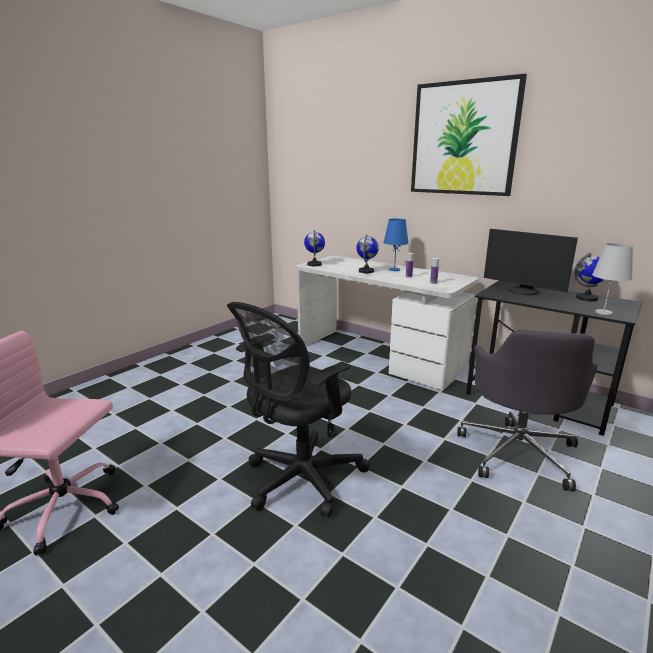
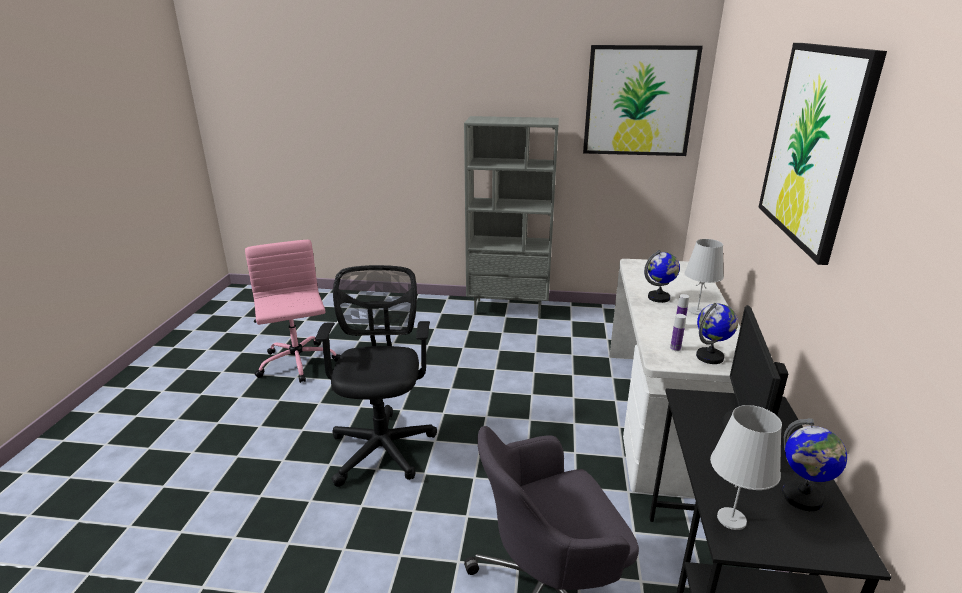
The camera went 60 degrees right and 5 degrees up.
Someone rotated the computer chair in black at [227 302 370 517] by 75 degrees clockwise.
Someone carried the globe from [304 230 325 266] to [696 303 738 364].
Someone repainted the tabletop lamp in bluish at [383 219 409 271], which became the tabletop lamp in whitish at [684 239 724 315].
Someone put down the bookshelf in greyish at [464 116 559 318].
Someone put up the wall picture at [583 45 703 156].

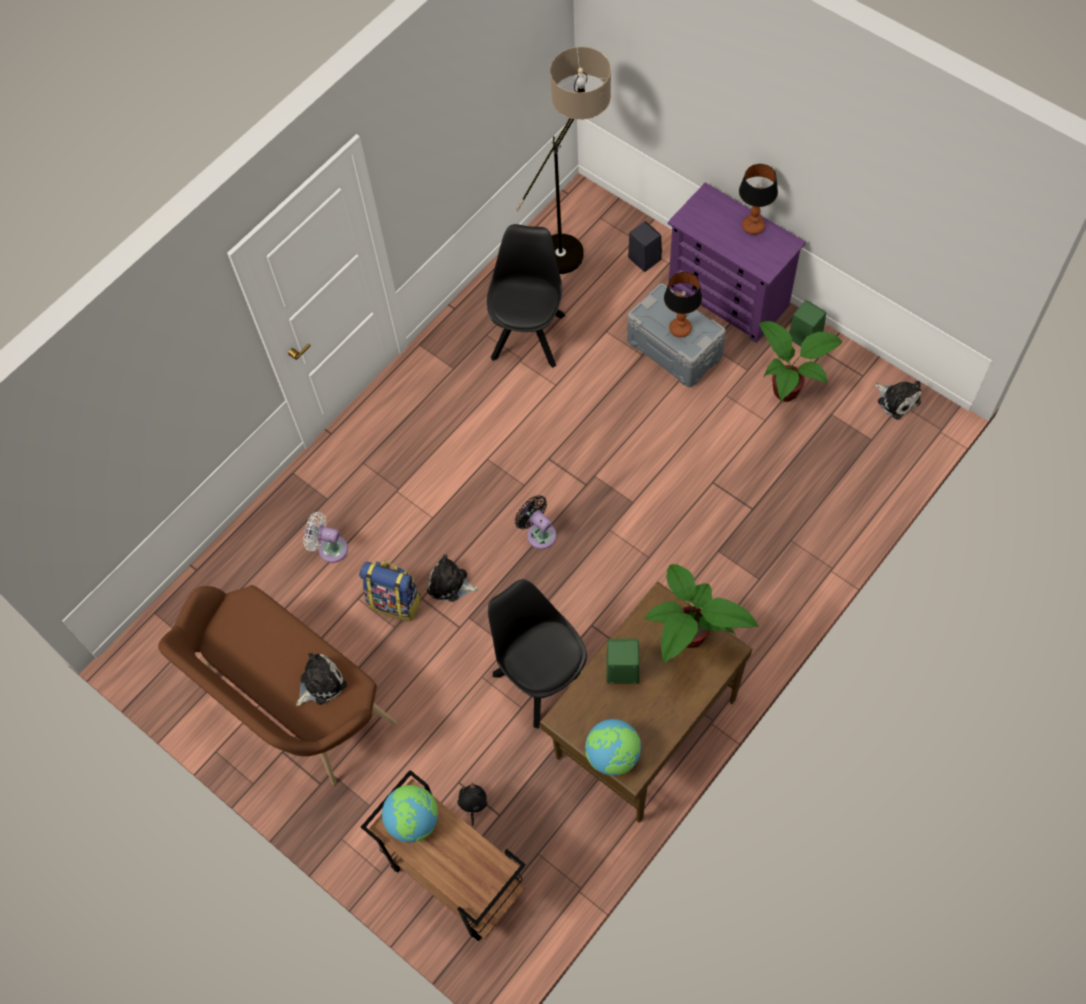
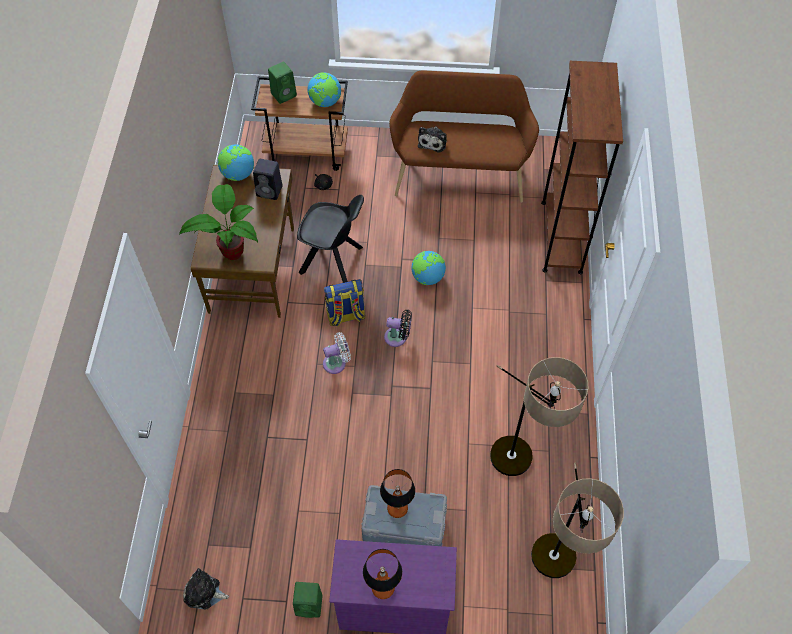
The camera went 140 degrees right and 5 degrees down.
Someone carried the cooling fan in whitish from [303 512 348 563] to [323 332 351 374].
Someone carried the rucksack from [359 561 422 621] to [324 279 366 327].
Someone swapped the soft toy at [427 554 479 602] for the globe at [412 251 446 285].
Someone swapped the upright chair in black at [487 224 565 368] for the floor lamp at [490 357 589 476].
Someone carried the speaker in green from [607 638 639 684] to [268 62 297 104].
Someone carried the speaker in black from [628 221 662 272] to [253 159 282 200].
Someone took away the houseplant at [759 321 842 402].
Someone put down the bookshelf in brownish at [541 61 623 274].

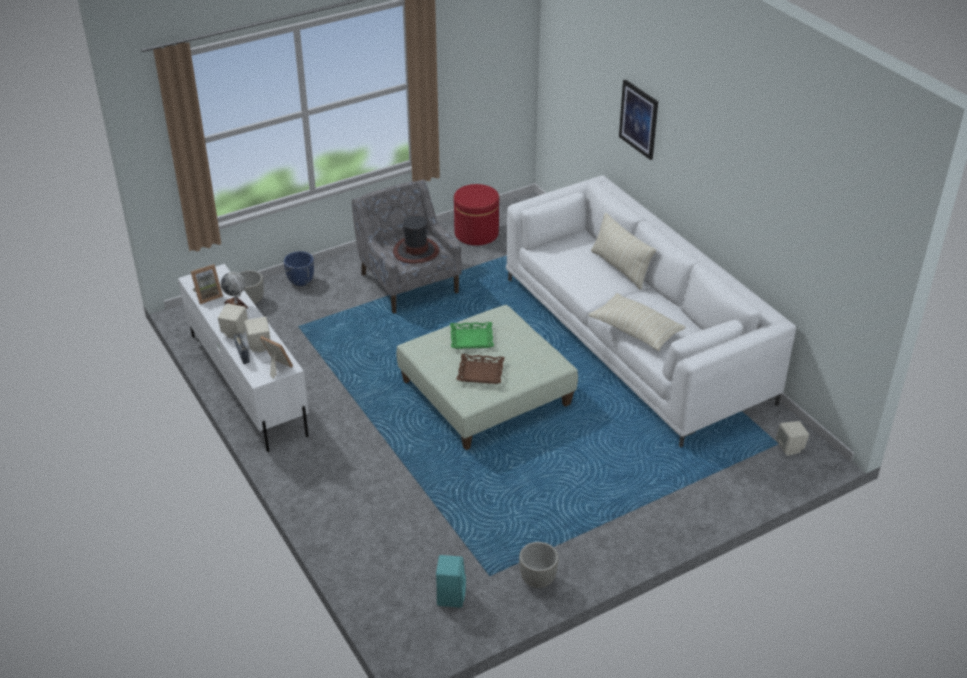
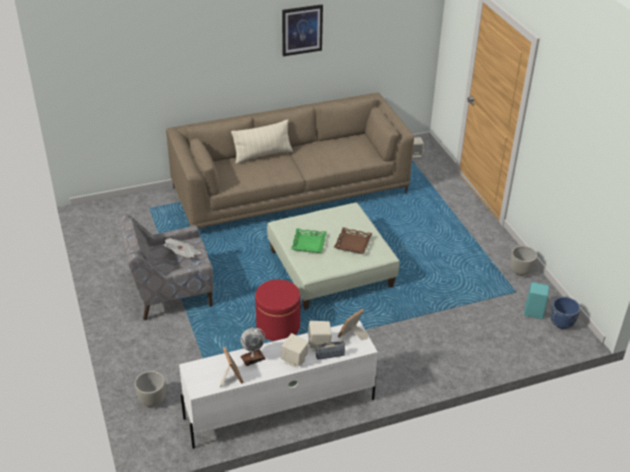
The camera went 80 degrees left and 0 degrees up.
Someone carried the flower pot in bluish from [284 251 314 286] to [551 297 580 329].
Someone swapped the clothing hat at [393 216 439 264] for the daily paper at [164 238 201 258].
Someone carried the pouffe in red-coloured from [454 184 499 246] to [255 279 301 341].
Someone repainted the settee in whitish at [506 175 796 447], which became the settee in brownish at [166 92 414 229].
Someone took away the cushion in beige at [588 293 686 351].
Someone carried the wall picture from [619 79 658 160] to [282 4 323 56].

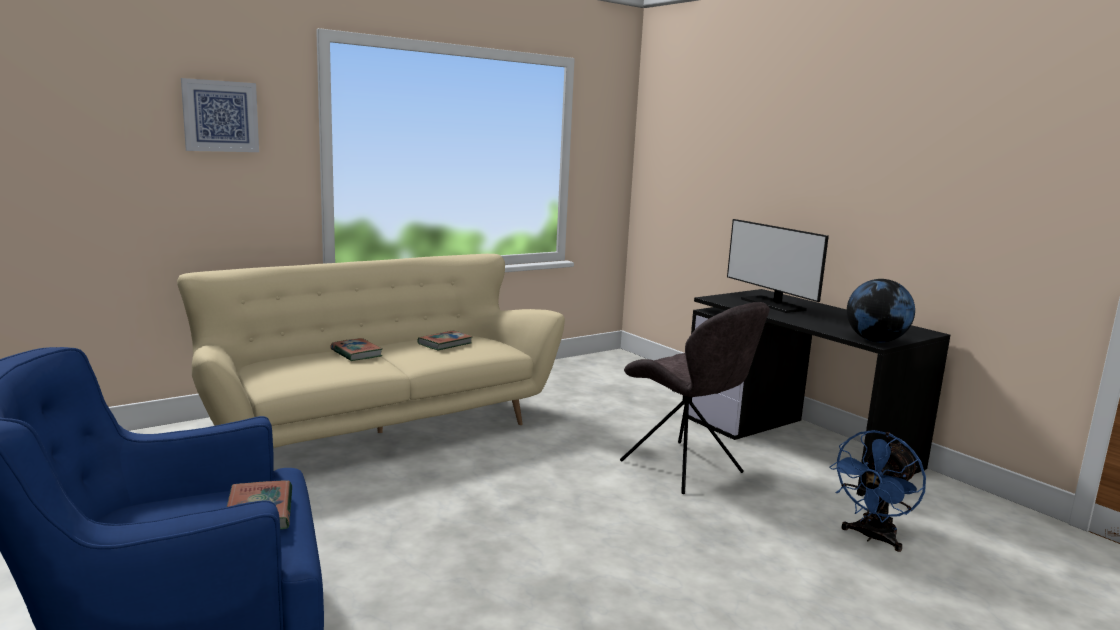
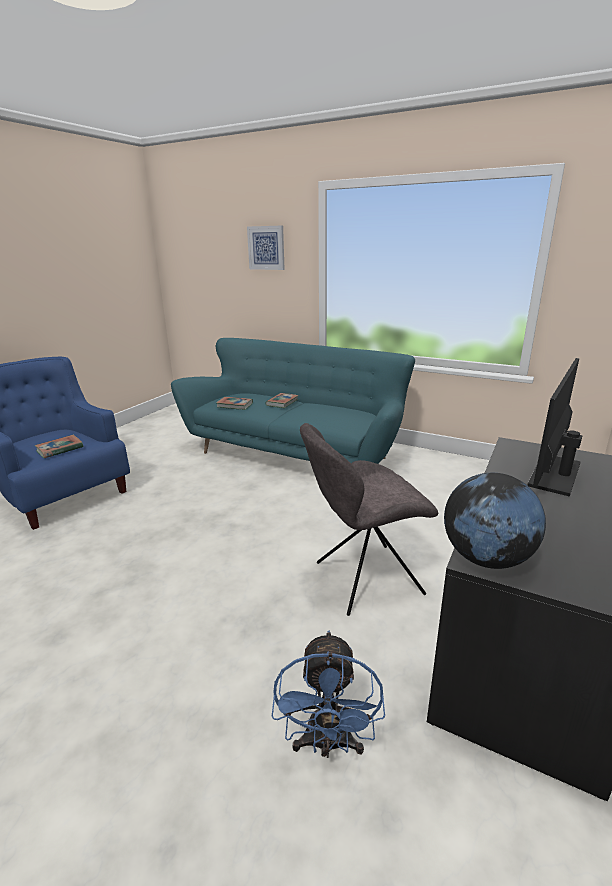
The camera went 65 degrees right and 10 degrees up.
Someone repainted the settee in beige at [177 254 565 448], which became the settee in turquoise-coloured at [171 338 415 464].
Someone carried the volume from [417 330 473 351] to [216 397 253 410].
Someone rotated the upright chair in greyish at [620 302 770 494] by 45 degrees clockwise.
Someone rotated the cooling fan in bluish at [829 430 926 552] by 105 degrees counterclockwise.

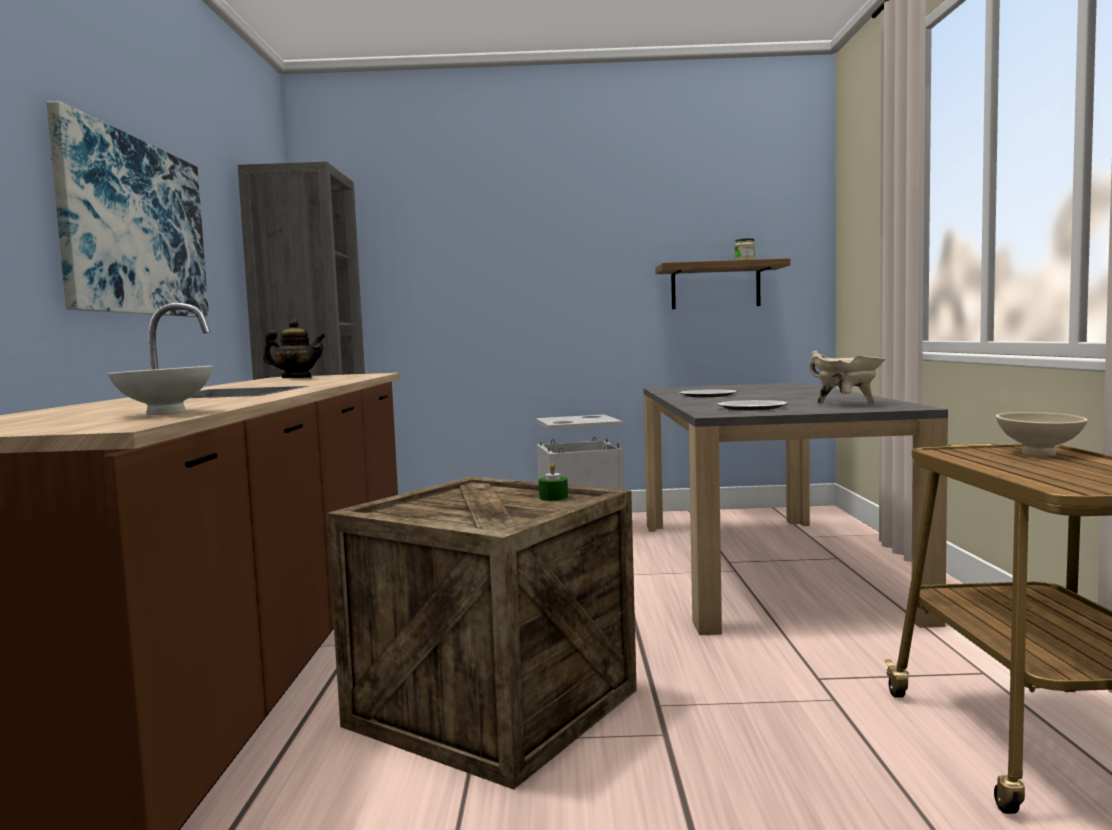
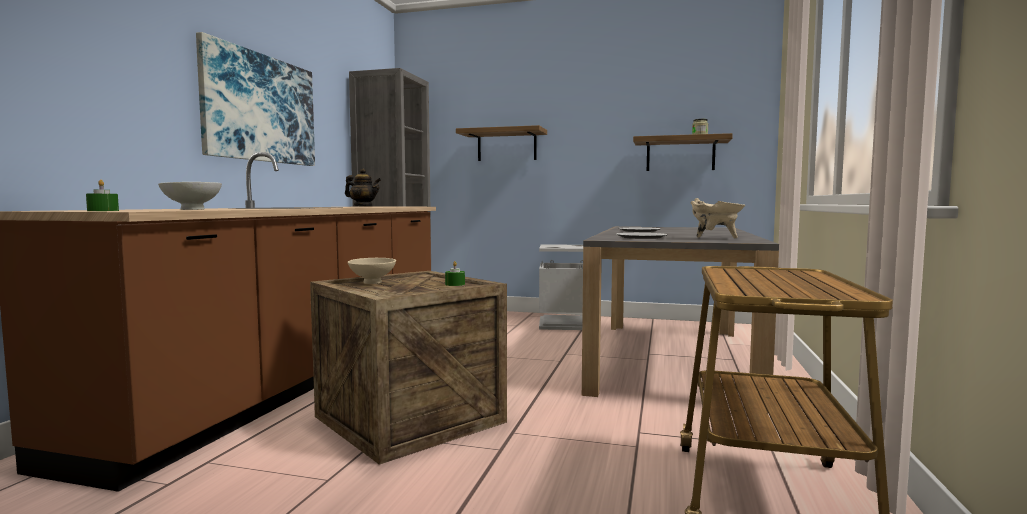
The camera went 15 degrees right and 0 degrees up.
Someone carried the deep dish in beige from [996 412 1088 456] to [348 258 396 284].
Someone put down the wax light in green at [86 180 119 211].
Someone put up the shelf at [456 125 547 161].

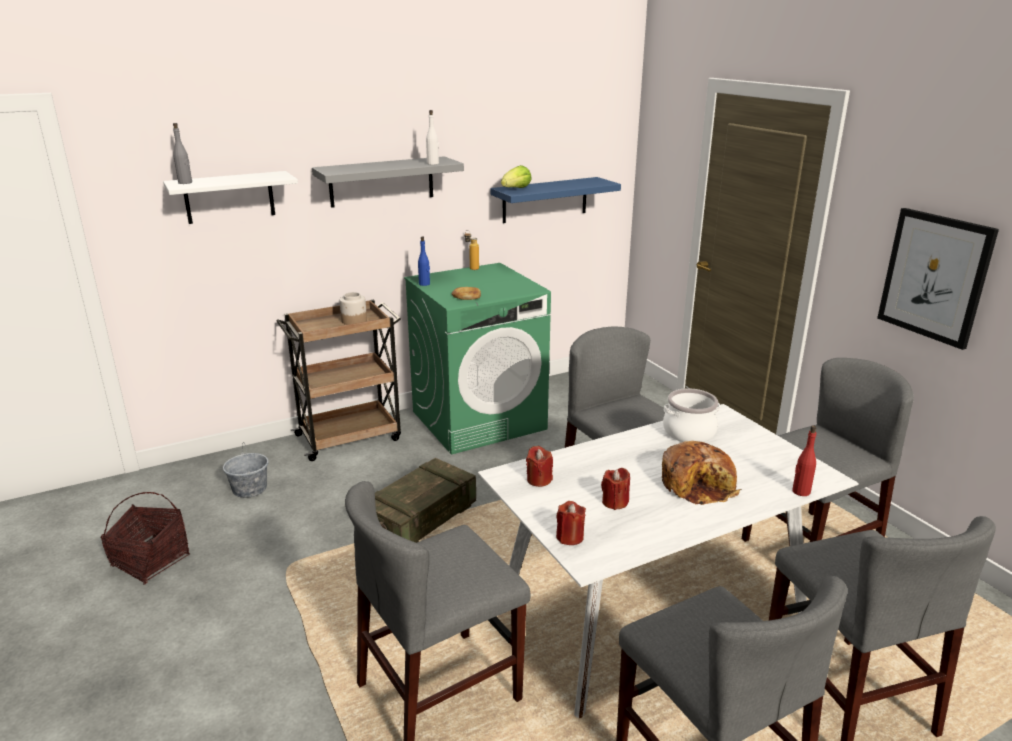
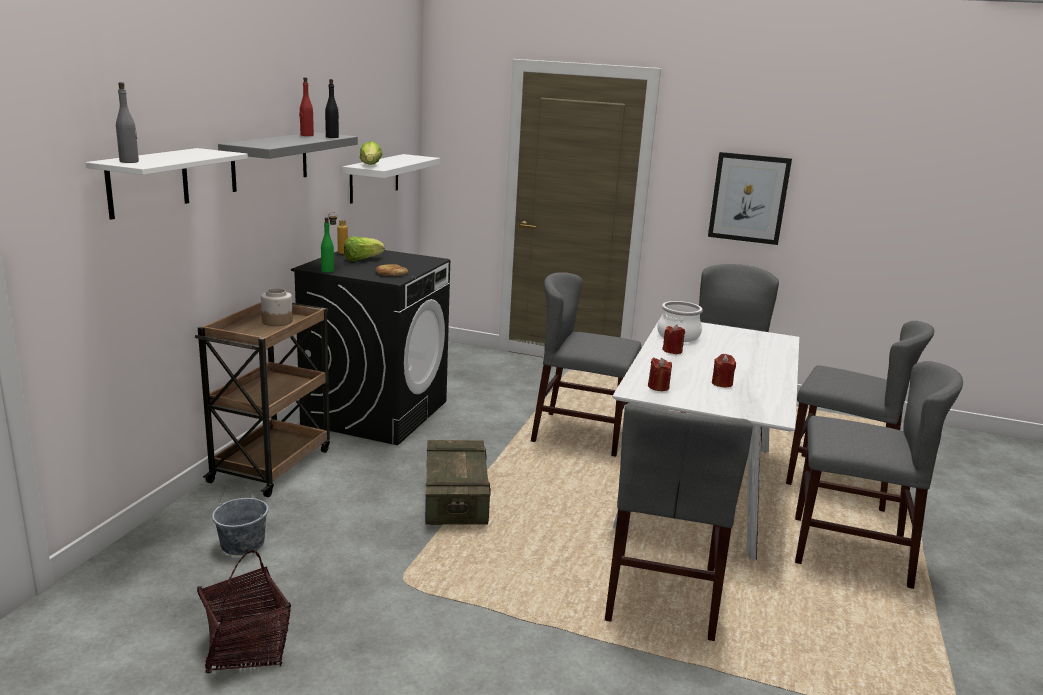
The camera went 45 degrees left and 5 degrees down.
Someone repainted the laundry appliance in green at [404 263 551 455], which became the laundry appliance in black at [291 250 450 445].
Someone repainted the drink bottle in bluish at [418 236 430 286], which became the drink bottle in green at [321 218 334 273].
Someone repainted the drink bottle in whitish at [426 110 439 165], which became the drink bottle in black at [325 79 339 138].
Someone repainted the shelf in bluish at [490 177 621 223], which became the shelf in whitish at [342 154 440 204].
Someone carried the wax light in red-coloured from [556 501 586 545] to [662 325 685 354].
Someone took away the baked bread at [662 441 742 505].
Someone carried the drink bottle in red-coloured from [792 425 816 496] to [299 77 314 136].
Someone put down the lettuce head at [344 236 385 261].

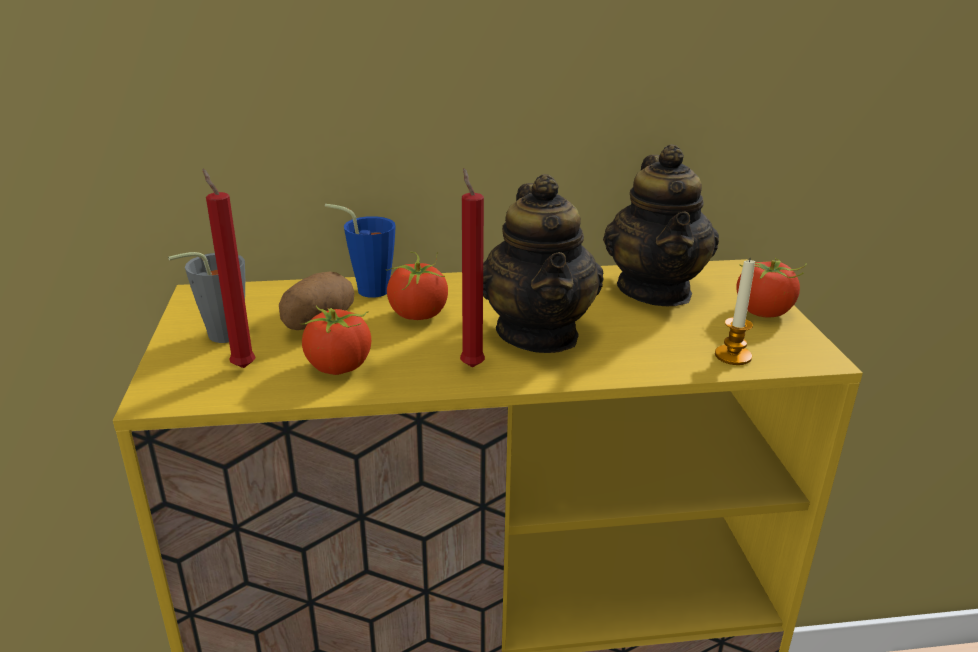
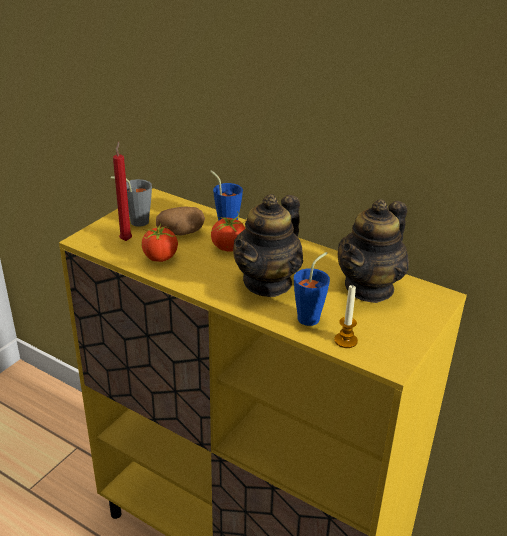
The camera went 40 degrees right and 5 degrees up.
Someone took away the wax light in red-coloured at [460 168 485 367].
Someone took away the whole tomato at [736 258 807 318].
Someone put down the cup in bluish at [294 252 330 326].

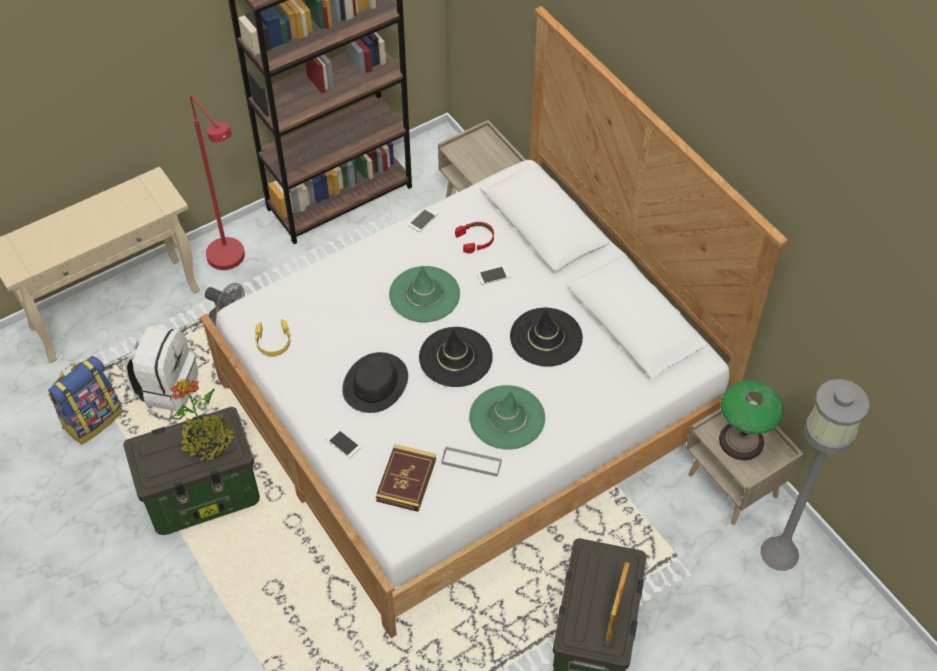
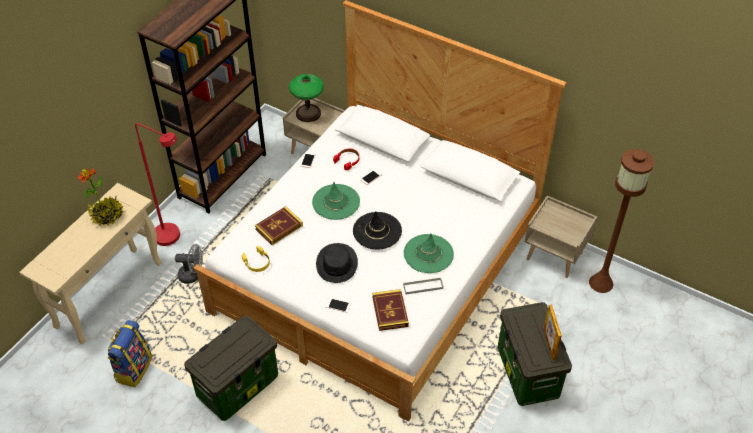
The camera went 25 degrees left and 5 degrees down.
Someone took away the rucksack in whitish at [125 325 198 411].
Someone carried the houseplant from [170 378 234 461] to [77 169 124 226].
Someone took away the clothing hat in black at [510 308 583 367].
Someone carried the tabletop lamp from [719 380 784 461] to [289 74 324 122].
Someone repainted the floor lamp in greyish at [761 379 870 571], which became the floor lamp in brownish at [589 149 654 293].
Someone put down the volume at [255 206 303 245].

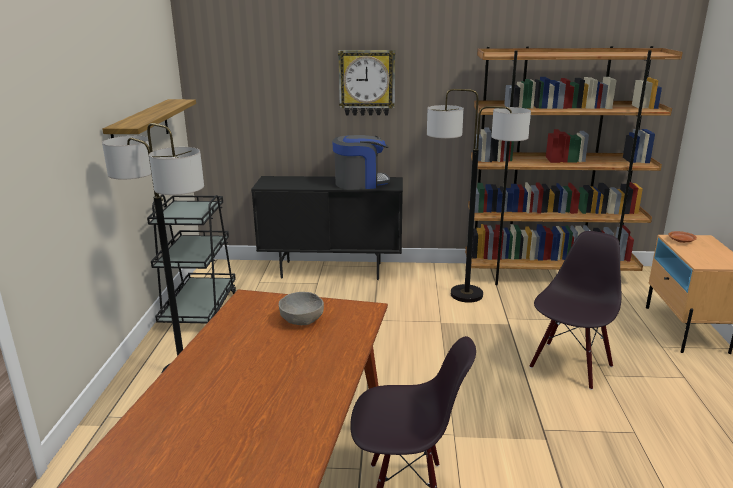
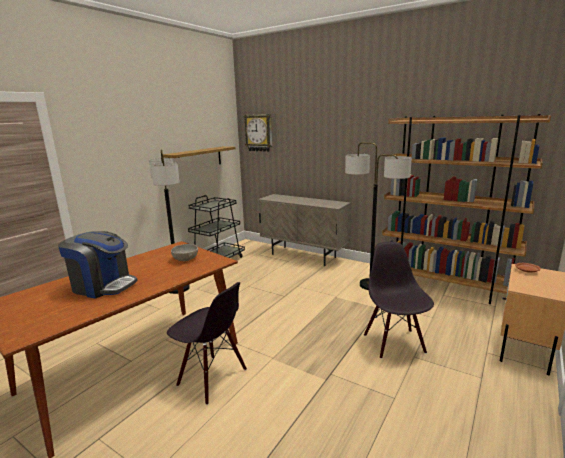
The camera went 30 degrees right and 5 degrees down.
Someone repainted the cabinet in black at [251 176 403 280], which became the cabinet in beige at [258 194 351 266].
Someone carried the coffee maker from [332 135 390 189] to [58 231 138 298].
Someone carried the hanging clock from [338 50 395 115] to [243 114 272 152].
Someone rotated the upright chair in black at [530 231 621 390] by 75 degrees counterclockwise.

